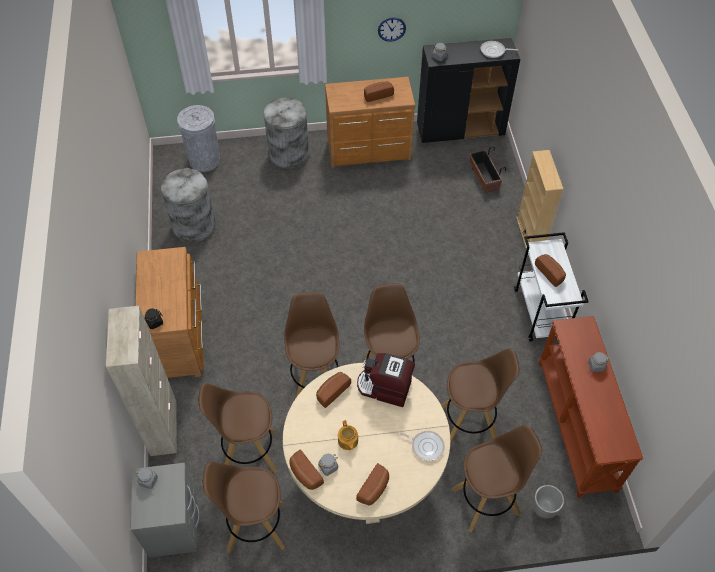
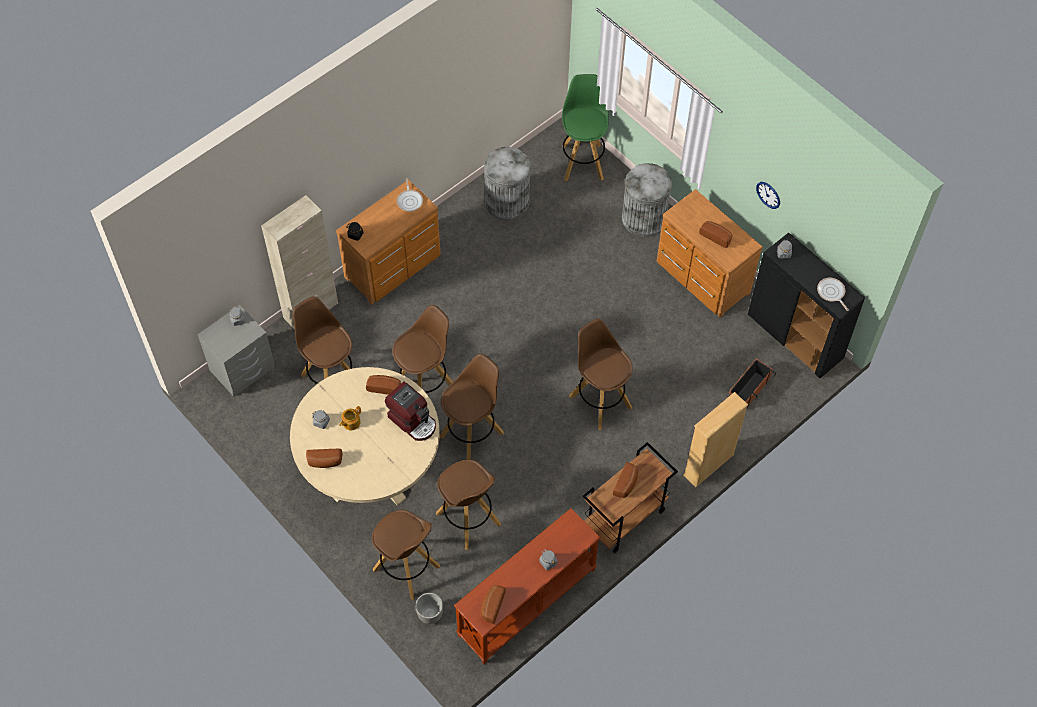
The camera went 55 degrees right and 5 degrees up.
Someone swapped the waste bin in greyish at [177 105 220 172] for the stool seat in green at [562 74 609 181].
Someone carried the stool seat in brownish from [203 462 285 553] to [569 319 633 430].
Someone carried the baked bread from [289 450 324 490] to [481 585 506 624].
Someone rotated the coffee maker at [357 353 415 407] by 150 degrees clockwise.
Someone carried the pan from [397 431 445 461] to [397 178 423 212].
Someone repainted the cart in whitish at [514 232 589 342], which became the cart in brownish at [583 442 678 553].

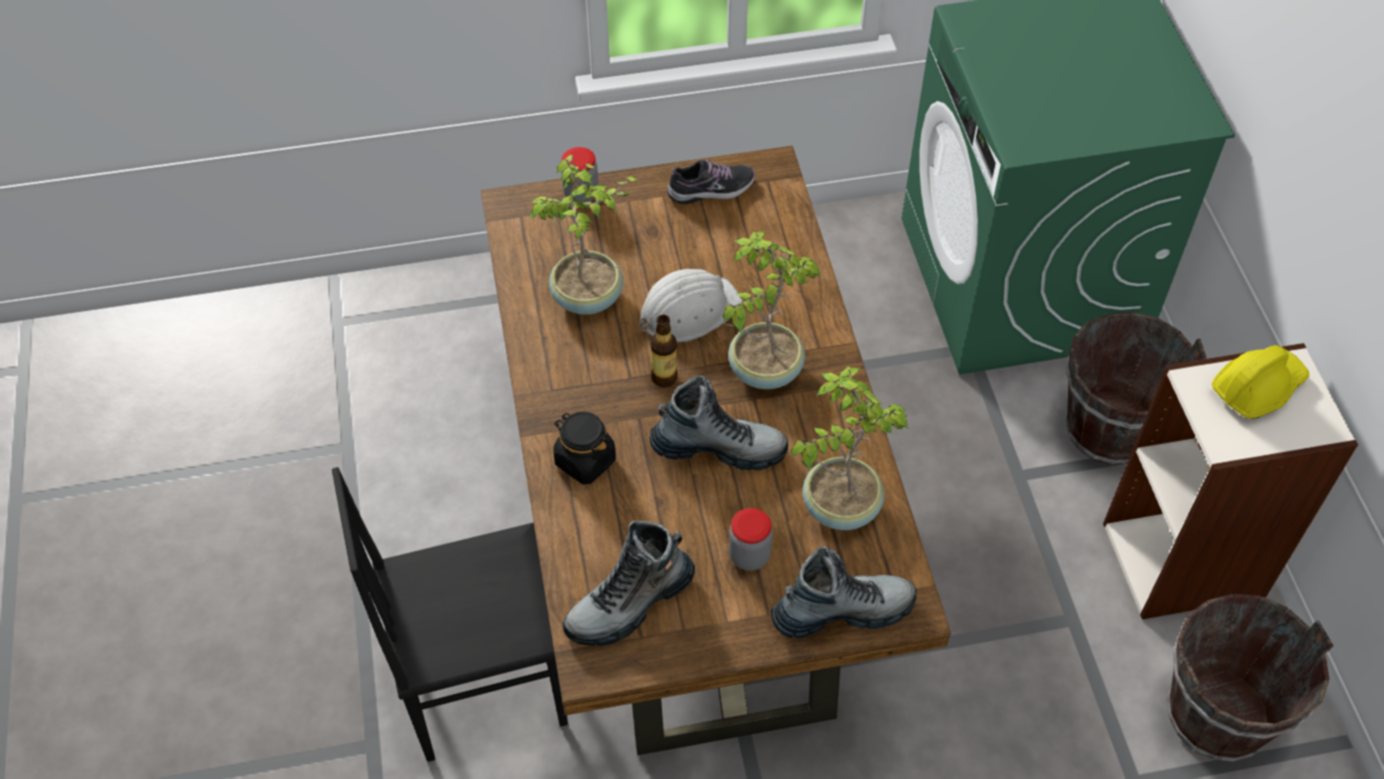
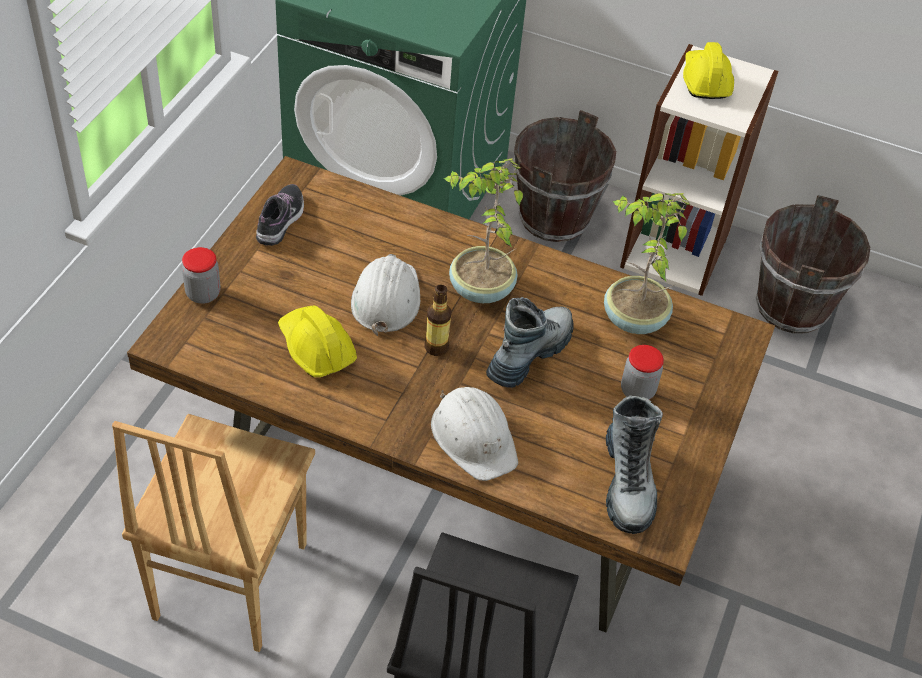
The camera went 60 degrees left and 5 degrees down.
Someone swapped the houseplant at [529 155 639 315] for the safety helmet in yellowish at [278 305 357 377].
Someone swapped the storage jar in black at [553 412 616 484] for the safety helmet in whitish at [431 387 518 481].
Someone took away the high-top boot at [771 547 916 638].
Someone put down the upright chair in brownish at [112 414 315 652].

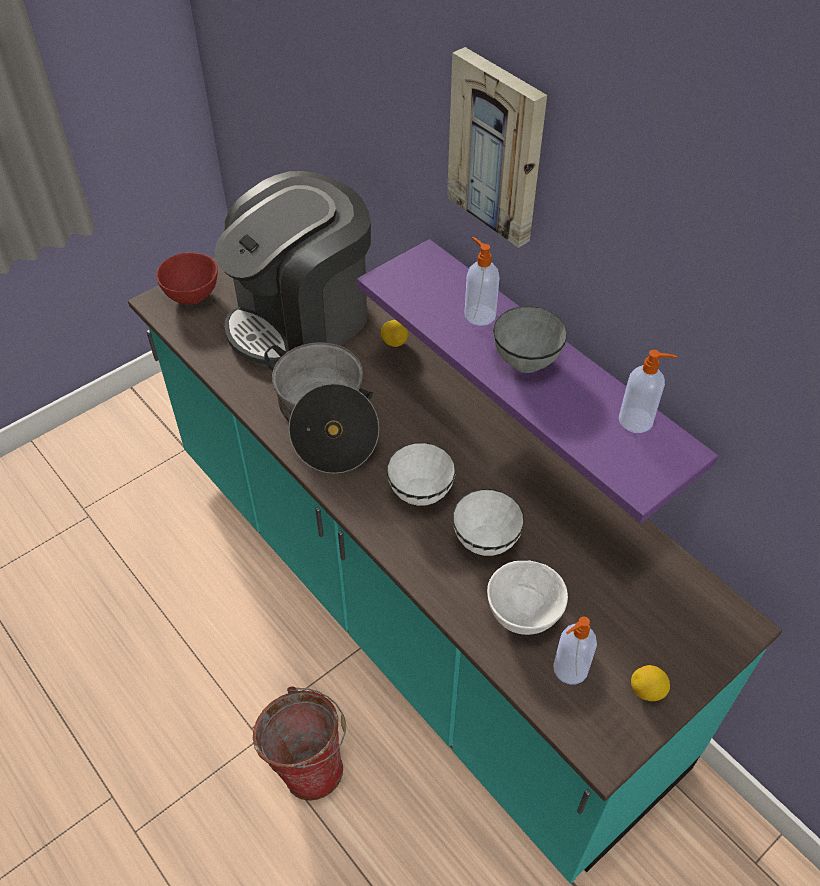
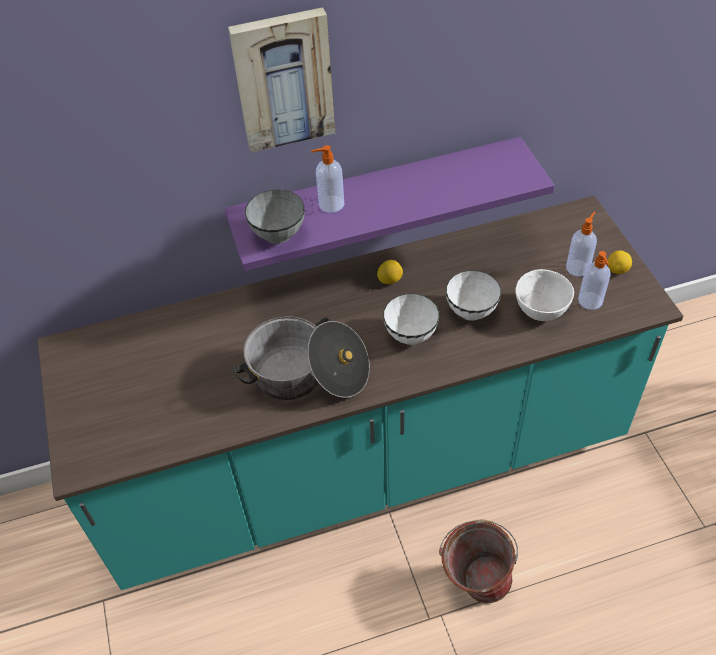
The camera went 65 degrees left and 0 degrees up.
Someone took away the deep dish in red-coloured at [156 252 218 305].
Someone took away the coffee maker at [215 171 371 368].
Someone carried the citrus fruit from [381 320 408 347] to [377 260 403 284].
Someone carried the deep dish in greyish from [493 306 567 373] to [245 189 304 244].
Someone carried the soap dispenser from [619 350 677 433] to [566 212 597 277].

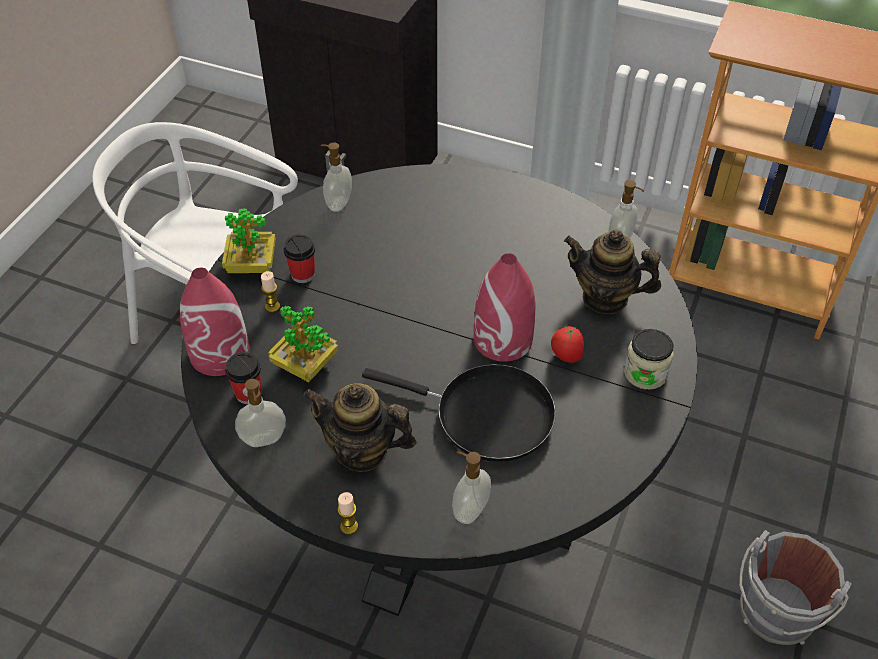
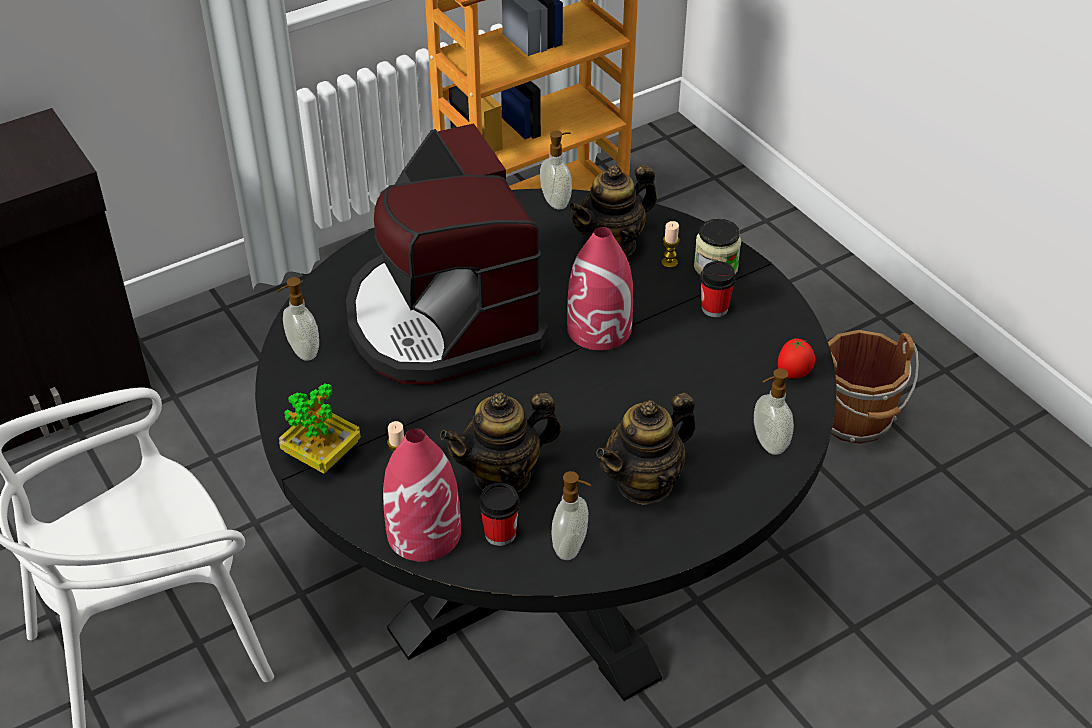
The camera went 55 degrees left and 5 degrees down.
Someone swapped the houseplant at [268 306 338 382] for the tea pot at [440 393 561 492].
Someone carried the cup from [284 234 315 283] to [700 261 736 317].
Someone carried the wax light from [338 492 358 535] to [661 221 680 268].
Someone took away the pan in black at [362 364 556 462].
Someone carried the whole tomato from [551 326 584 363] to [778 338 815 378].
Someone repainted the water bucket in greyish at [739 530 852 645], which became the water bucket in brownish at [828 330 919 444].
Someone put down the coffee maker at [346 123 548 385].

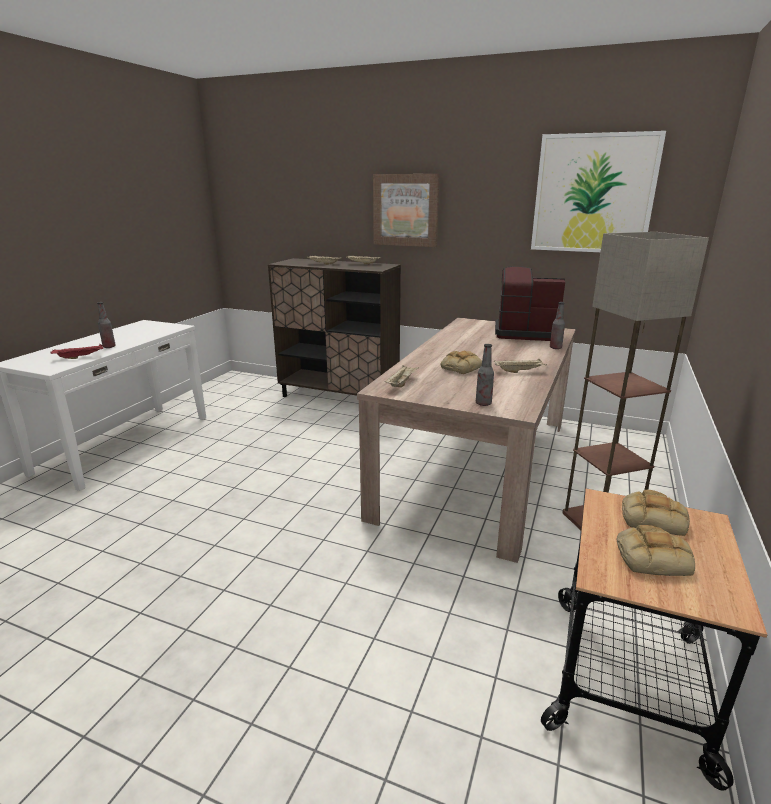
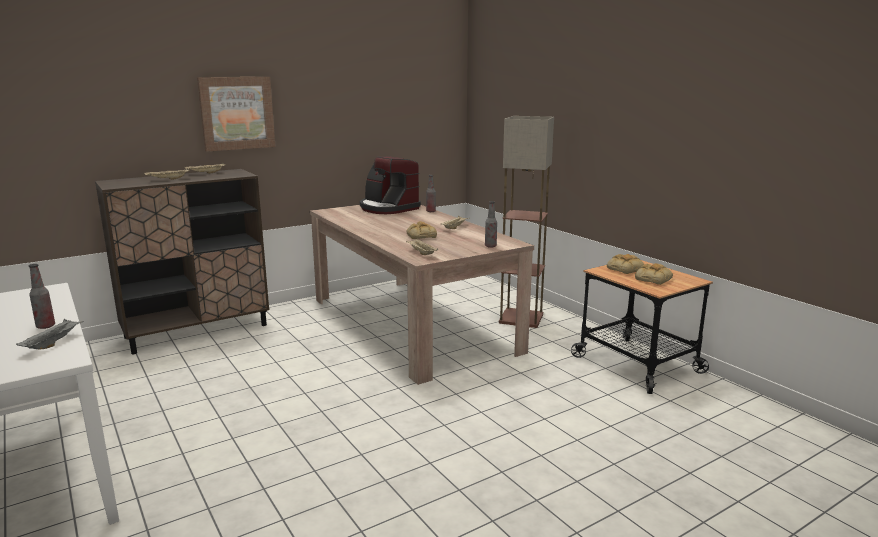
The camera went 55 degrees left and 5 degrees down.
Someone repainted the carrying tray in red-coloured at [51 344 103 359], which became the carrying tray in greyish at [16 319 84 349].
Someone rotated the coffee maker at [495 266 565 341] by 90 degrees counterclockwise.
Someone took away the wall picture at [531 131 666 252].

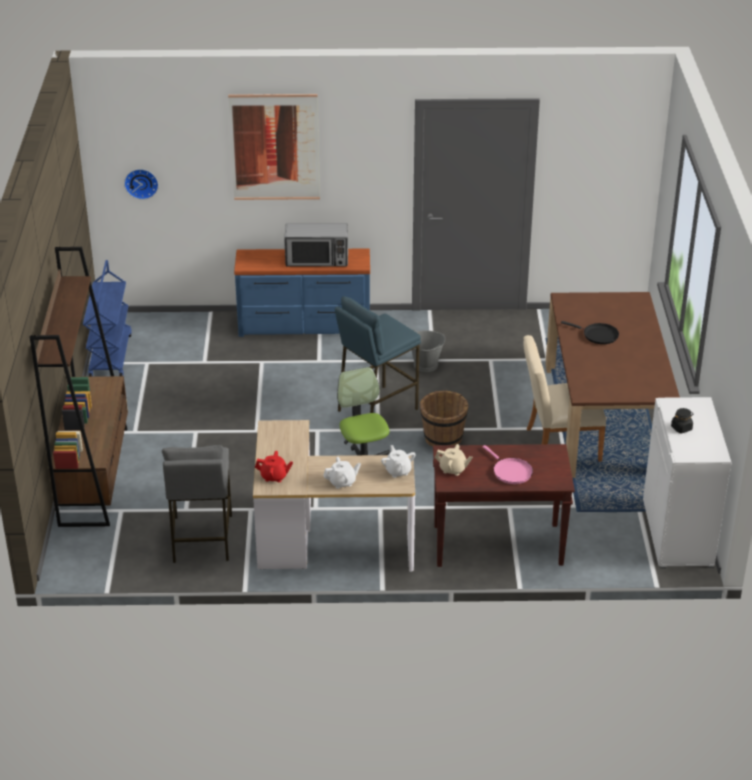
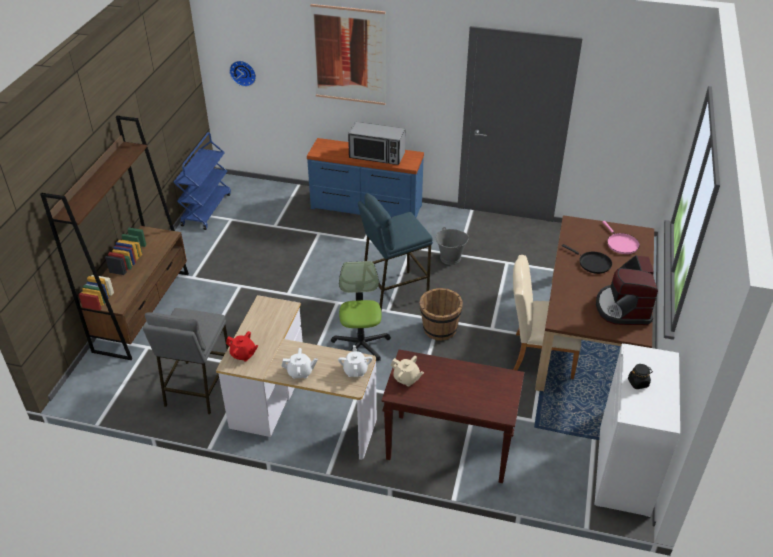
The camera went 15 degrees right and 5 degrees up.
Someone carried the pan in pink-coloured from [483 445 533 484] to [602 221 640 254].
Someone put down the coffee maker at [596 255 658 325].

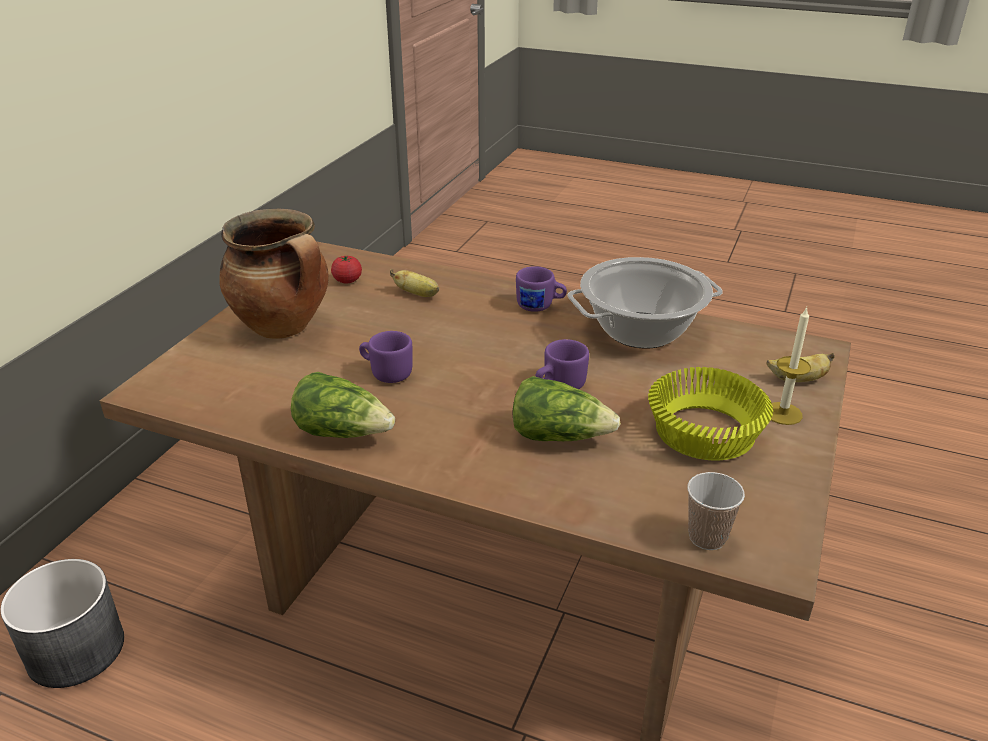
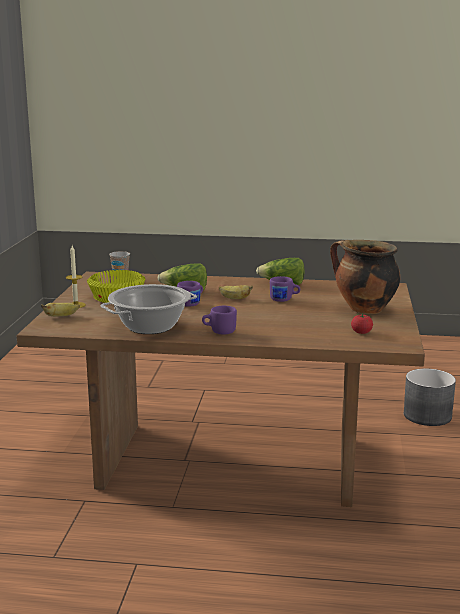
The camera went 165 degrees right and 15 degrees down.
Someone carried the banana from [390 269 439 297] to [219 285 253 299].

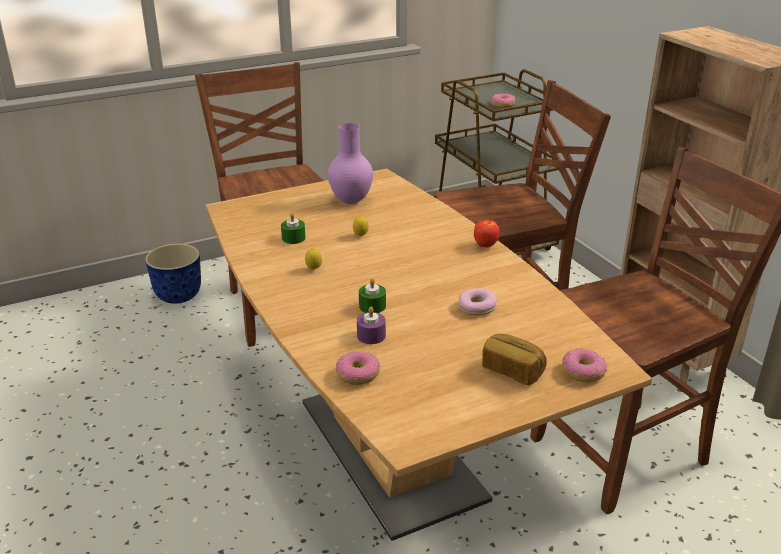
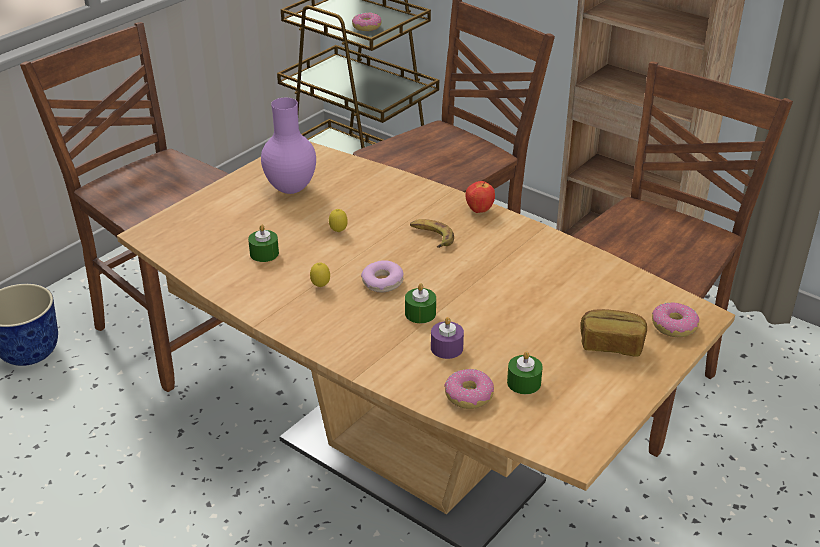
The camera went 25 degrees left and 5 degrees up.
Someone carried the donut from [459 288 497 315] to [361 260 403 293].
Someone put down the banana at [410 219 454 248].
Someone put down the wax light in green at [507 351 543 394].

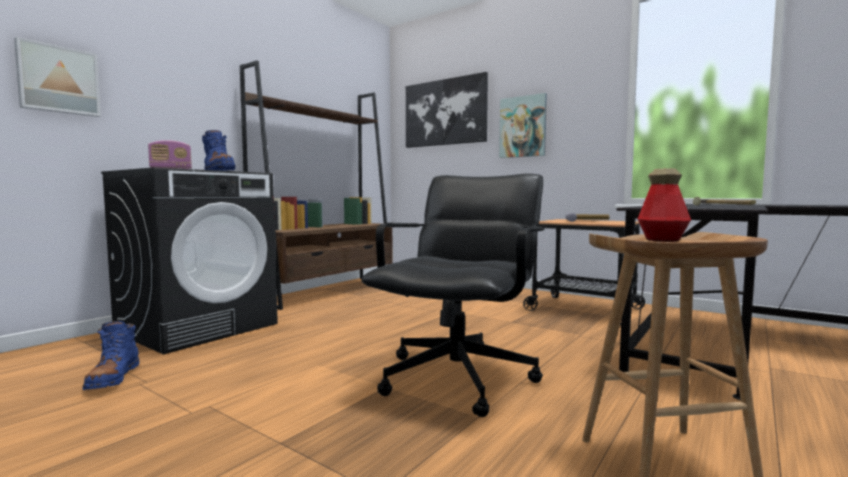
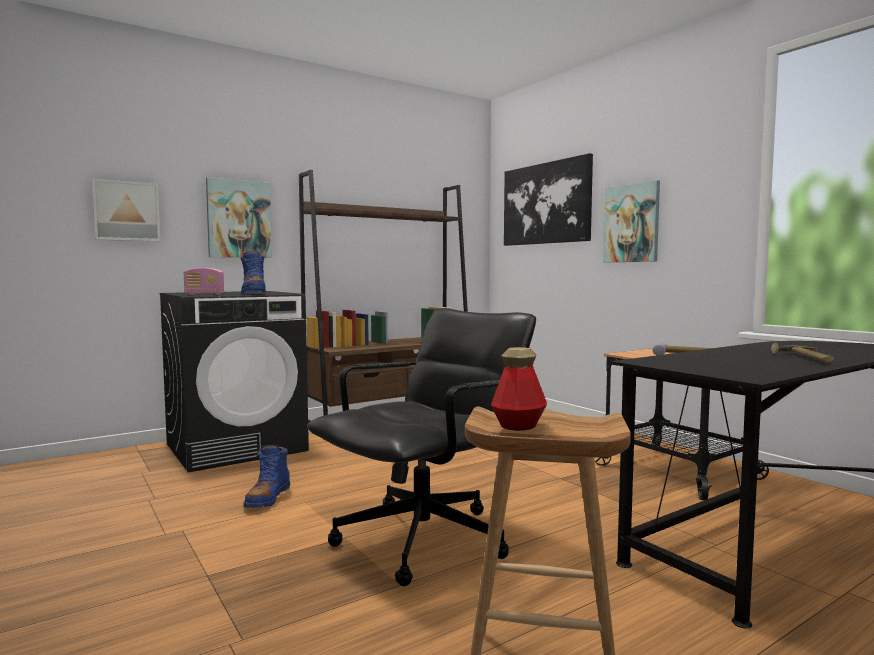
The camera went 20 degrees right and 0 degrees up.
Someone carried the high-top boot in bluish from [83 321 140 390] to [243 445 290 508].
Someone put up the wall picture at [206 177 272 258].

